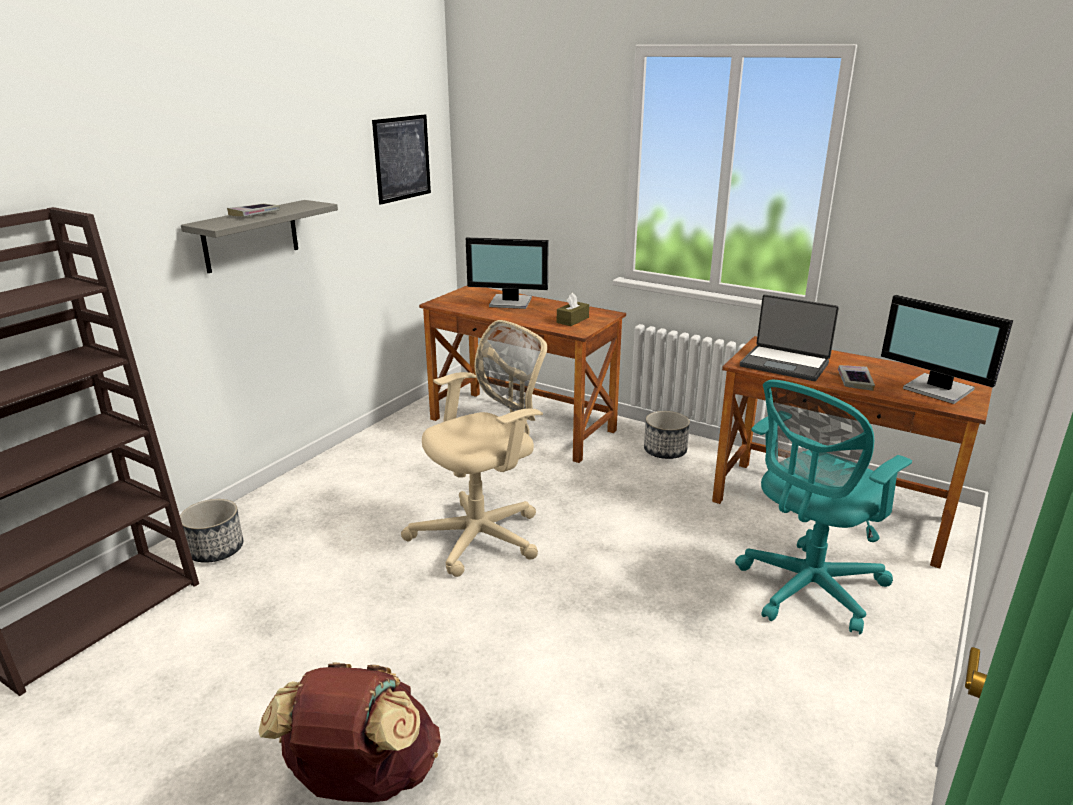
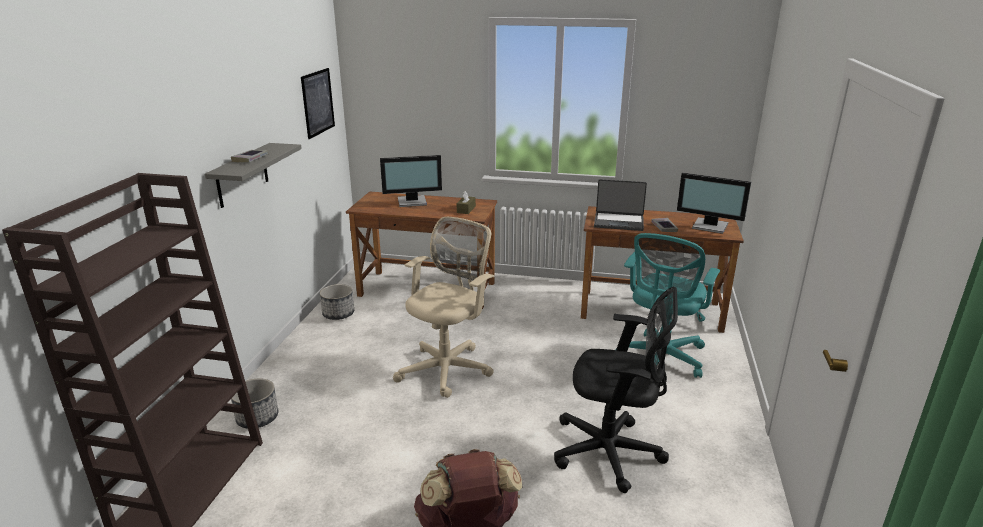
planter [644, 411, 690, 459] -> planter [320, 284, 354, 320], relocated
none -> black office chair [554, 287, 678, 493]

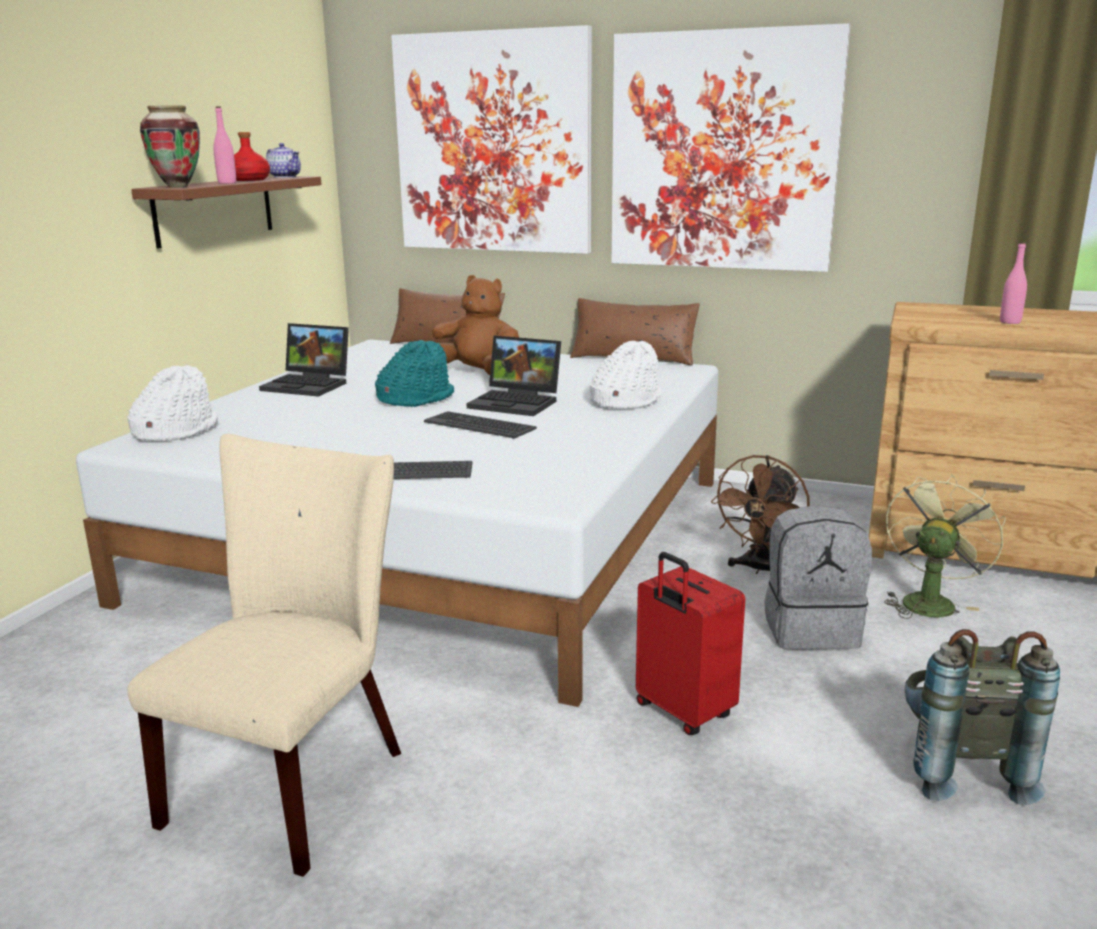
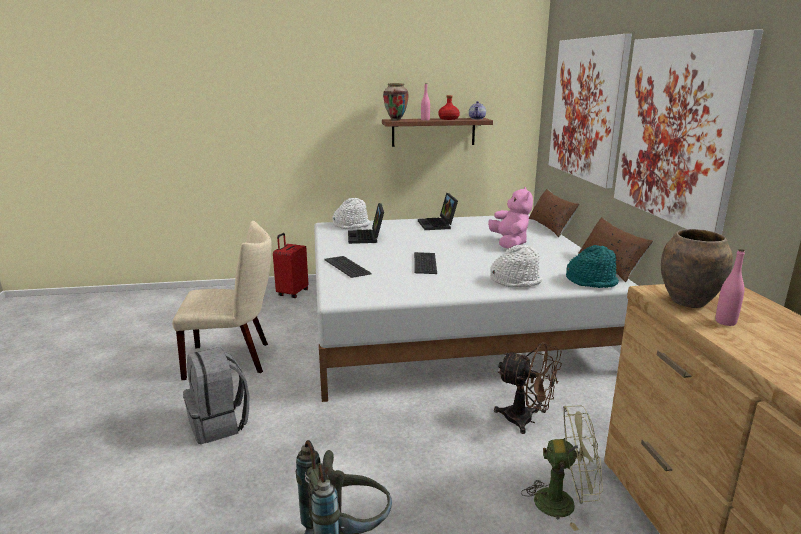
grey backpack [764, 505, 872, 649] -> grey backpack [183, 347, 249, 444], relocated
red suitcase [636, 552, 745, 735] -> red suitcase [273, 233, 308, 298], relocated
laptop [467, 336, 561, 416] -> laptop [348, 203, 384, 244], relocated
brown plush toy [432, 275, 519, 375] -> pink plush toy [488, 187, 533, 249]
brown fan [711, 455, 810, 574] -> brown fan [494, 342, 562, 434], 150 degrees counterclockwise
turquoise hat [375, 340, 454, 407] -> turquoise hat [566, 245, 619, 288], relocated
none -> brown vase [661, 229, 733, 308]

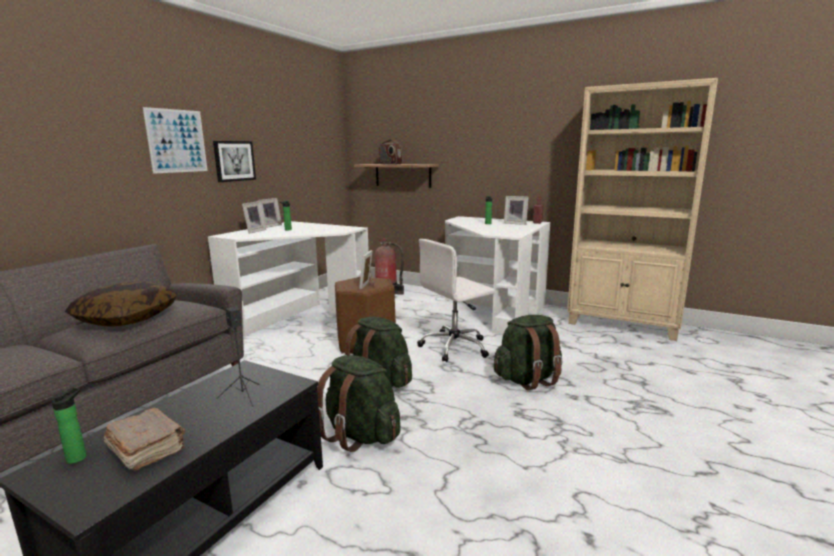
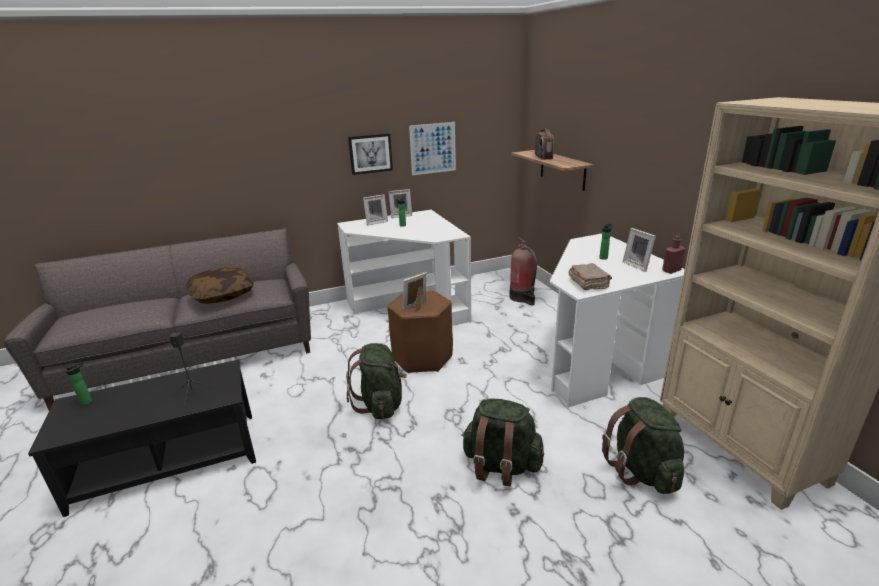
picture [143, 107, 208, 174] -> picture [409, 122, 456, 175], relocated
brown book [104, 408, 185, 471] -> brown book [569, 263, 612, 290], relocated
green backpack [317, 355, 401, 452] -> green backpack [602, 397, 684, 494], relocated
white office chair [417, 239, 495, 362] -> none

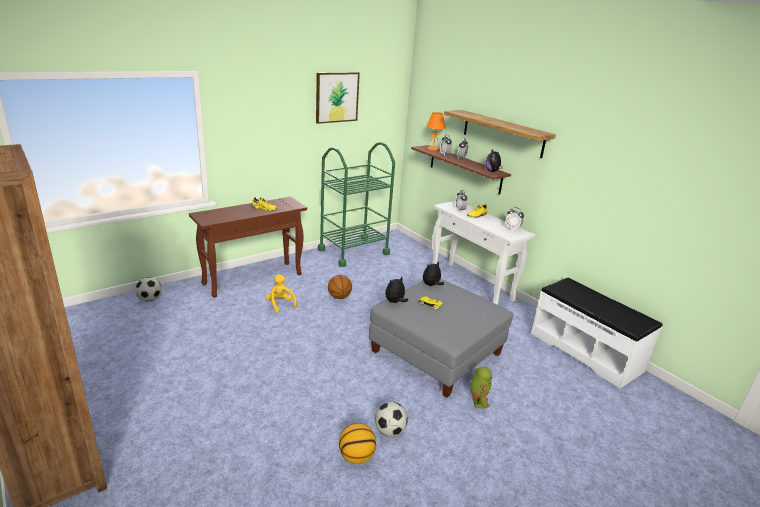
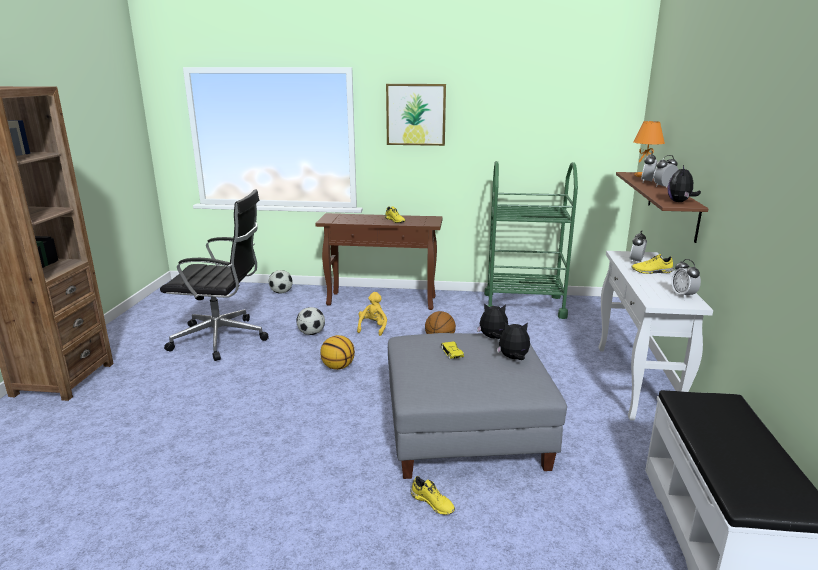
none -> black office chair [160, 190, 269, 361]
football [375, 402, 408, 437] -> football [296, 307, 325, 335], relocated
basketball [339, 423, 376, 464] -> basketball [321, 335, 355, 370], relocated
picture [316, 72, 360, 124] -> picture [386, 84, 446, 146], relocated
toy robot [470, 366, 492, 409] -> yellow shoe [410, 476, 455, 515]
plush toy [385, 277, 408, 303] -> plush toy [497, 321, 530, 360], relocated
shelf [444, 110, 556, 158] -> none

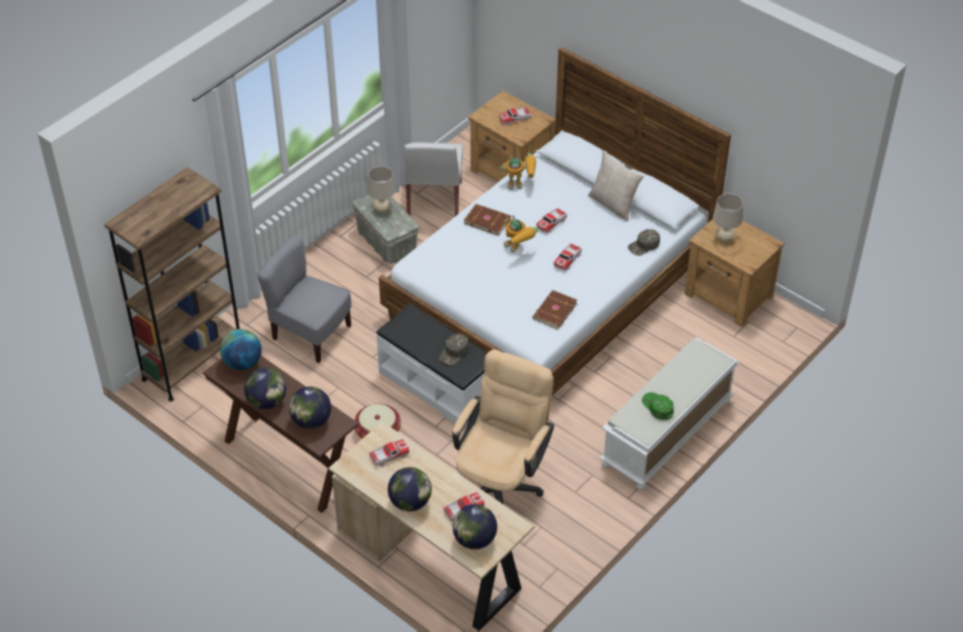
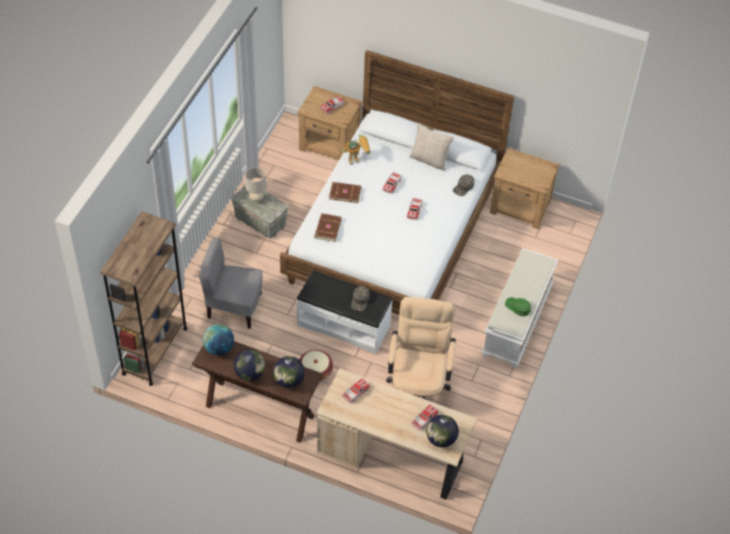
brown book [533, 290, 577, 329] -> brown book [314, 213, 342, 242], relocated
globe [388, 467, 432, 511] -> none
white chair [405, 142, 463, 216] -> none
toy robot [504, 215, 538, 253] -> none
beige table lamp [713, 194, 743, 243] -> none

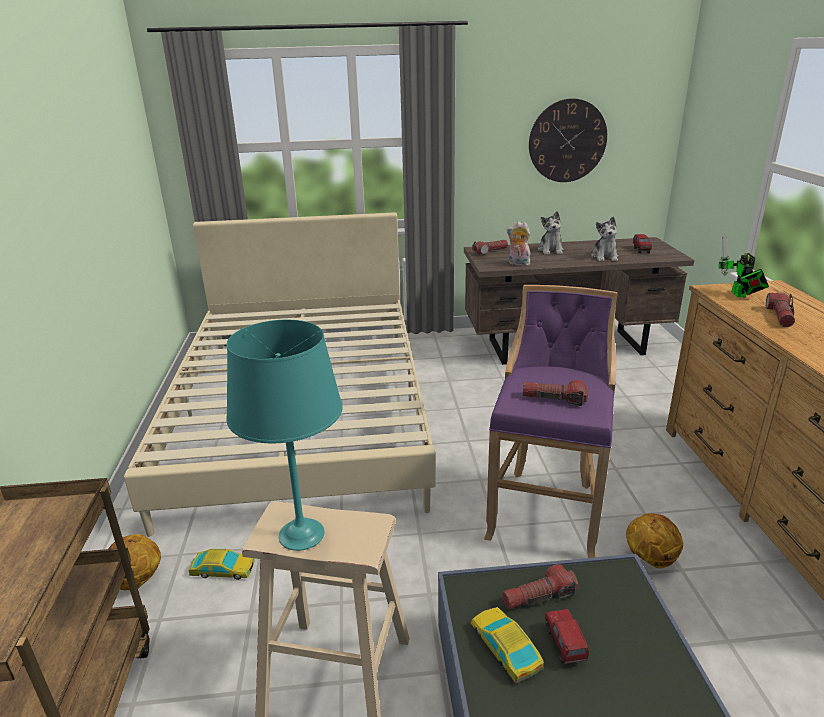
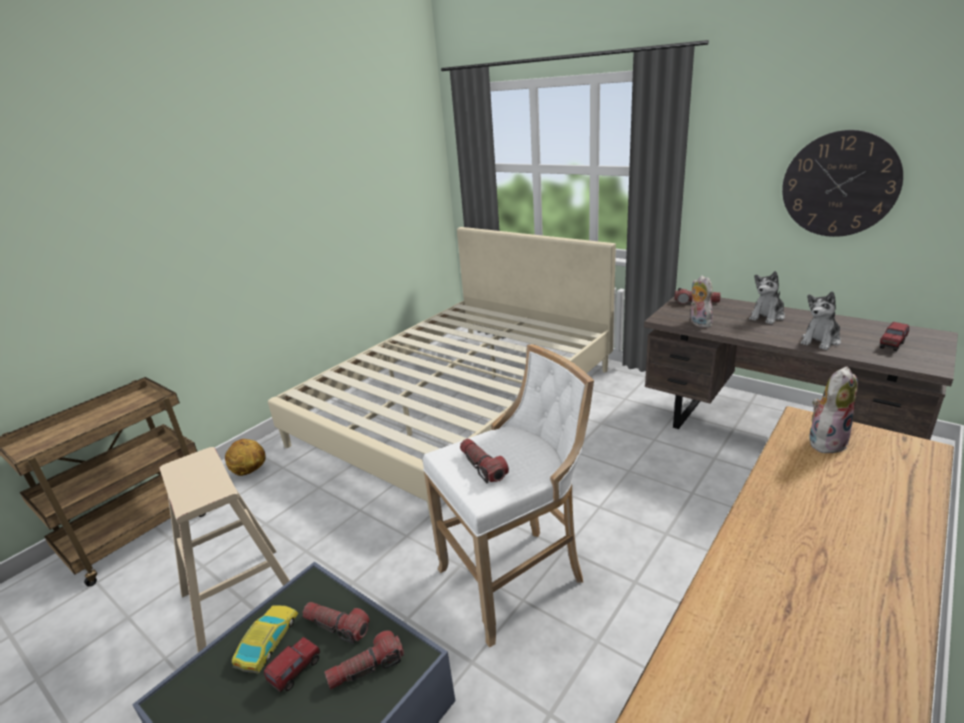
flashlight [765, 292, 795, 327] -> flashlight [324, 630, 404, 690], relocated
purple stool [484, 285, 618, 558] -> white stool [423, 344, 594, 648]
toy robot [718, 234, 769, 297] -> plush toy [809, 366, 858, 454]
toy car [189, 549, 255, 580] -> none
turquoise table lamp [227, 320, 343, 551] -> none
basketball [626, 513, 683, 568] -> none

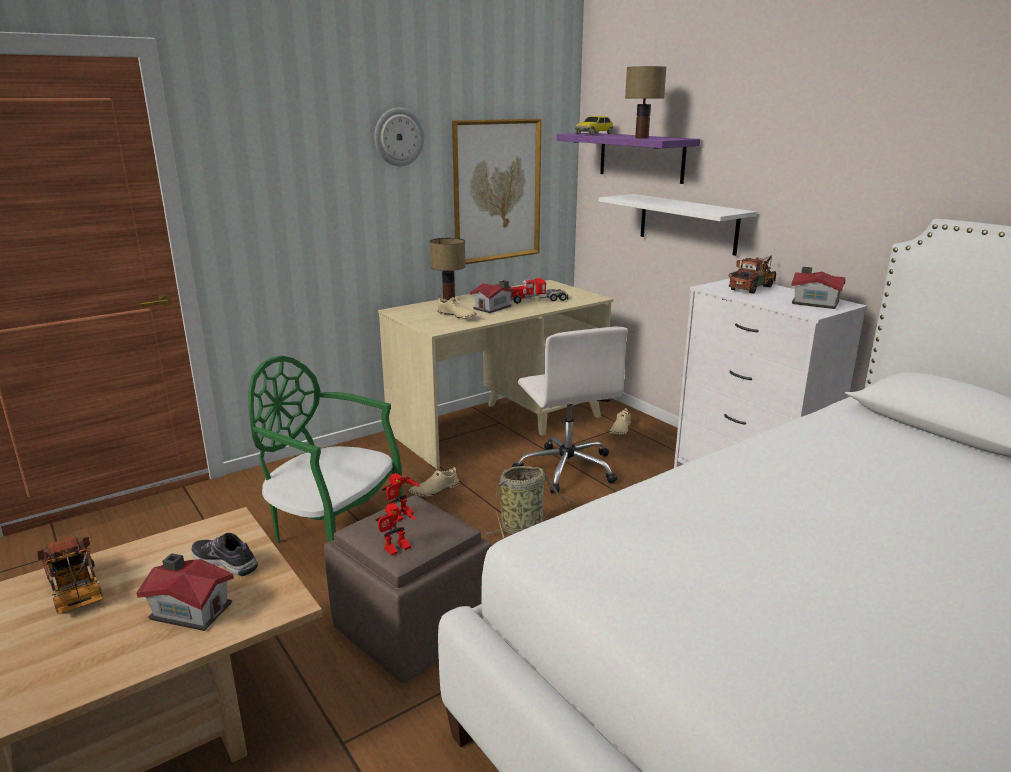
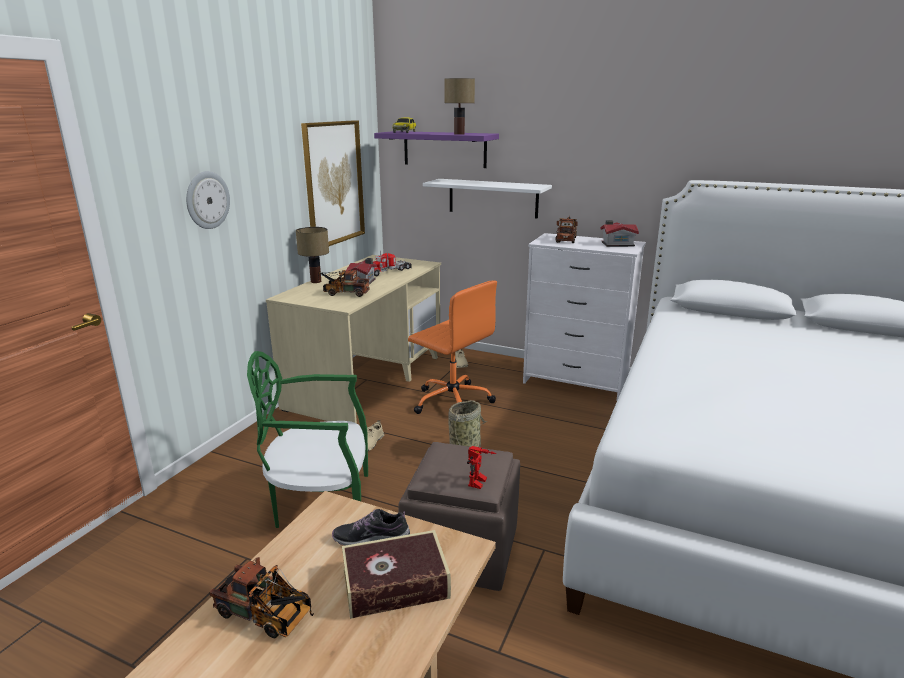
wall clock [374, 107, 425, 166] -> wall clock [186, 171, 230, 229], relocated
beige shoe [437, 296, 477, 319] -> toy truck [318, 270, 370, 297]
toy house [137, 553, 234, 631] -> book [342, 530, 451, 619]
white office chair [512, 327, 628, 494] -> orange office chair [408, 280, 497, 414]
toy robot [382, 473, 420, 522] -> none

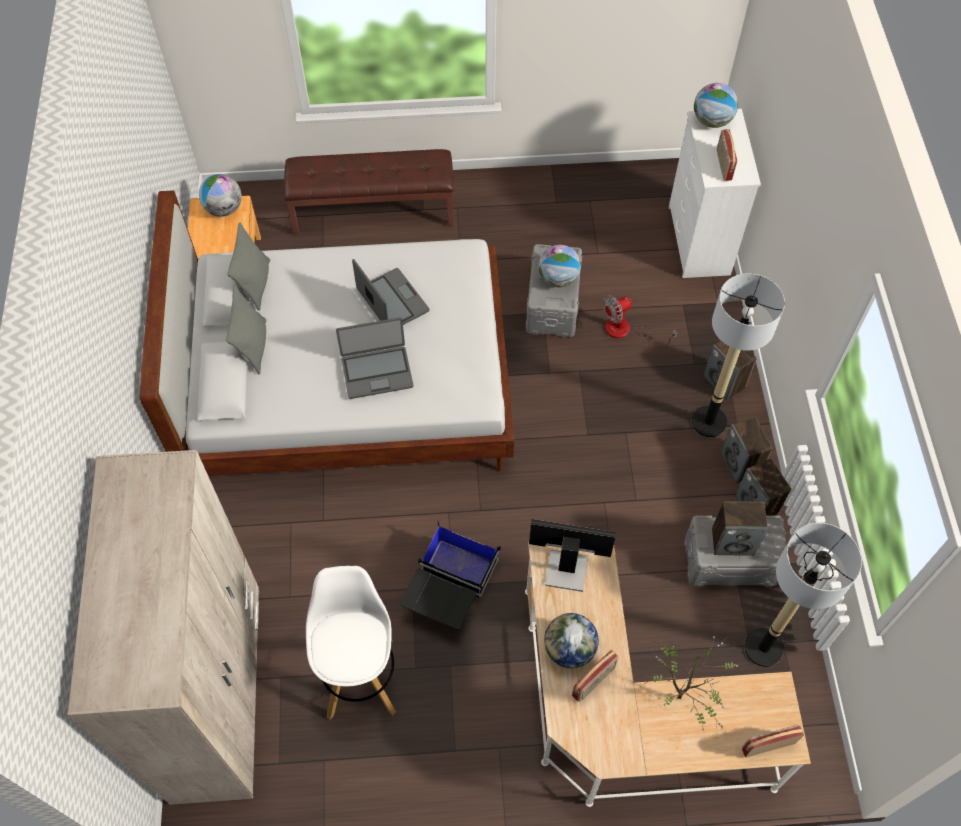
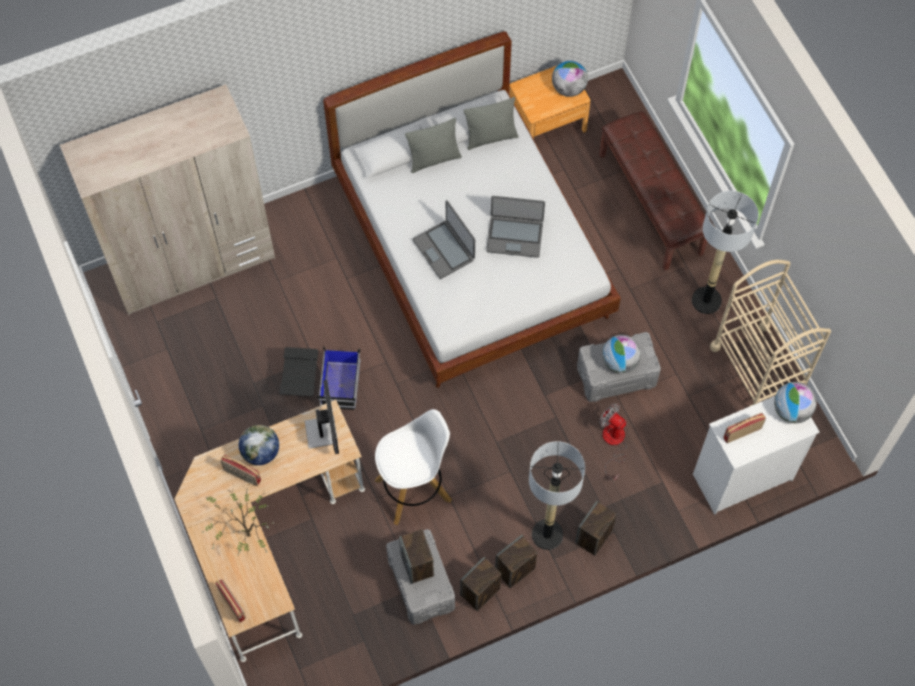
white stool [306, 566, 396, 720] -> white stool [375, 409, 452, 525], relocated
laptop [352, 259, 429, 325] -> laptop [486, 196, 545, 258], 60 degrees clockwise
floor lamp [744, 523, 862, 667] -> floor lamp [692, 191, 759, 314], relocated
none -> beige cart [710, 260, 831, 407]

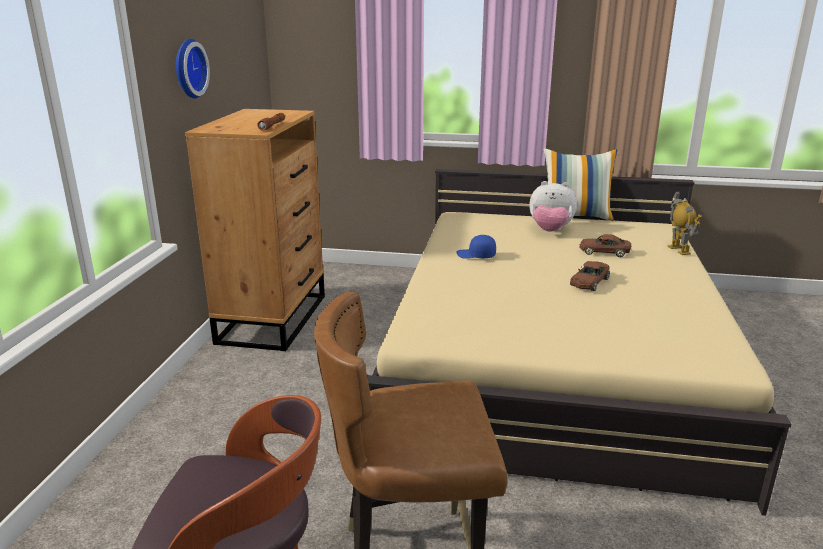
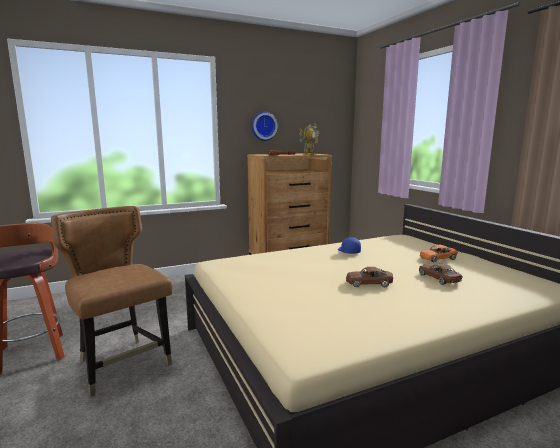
toy robot [667, 191, 701, 255] -> toy robot [299, 123, 320, 155], relocated
plush toy [529, 181, 577, 232] -> orange toy car [420, 245, 458, 262]
pillow [544, 149, 617, 221] -> none

